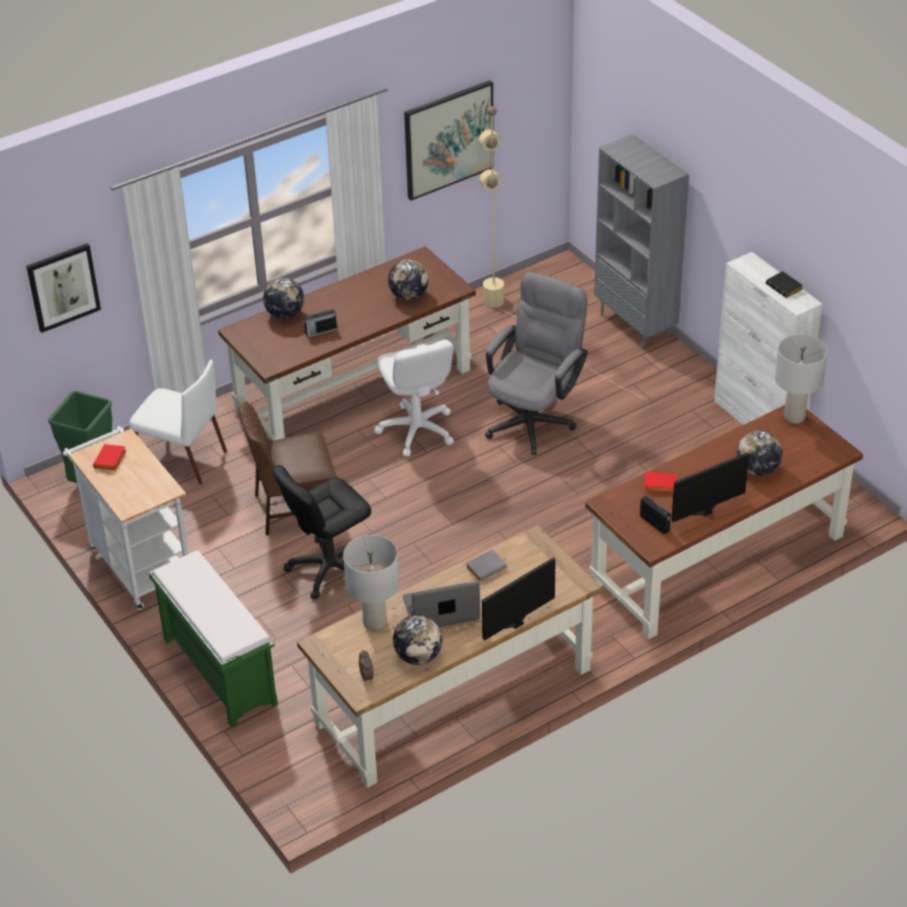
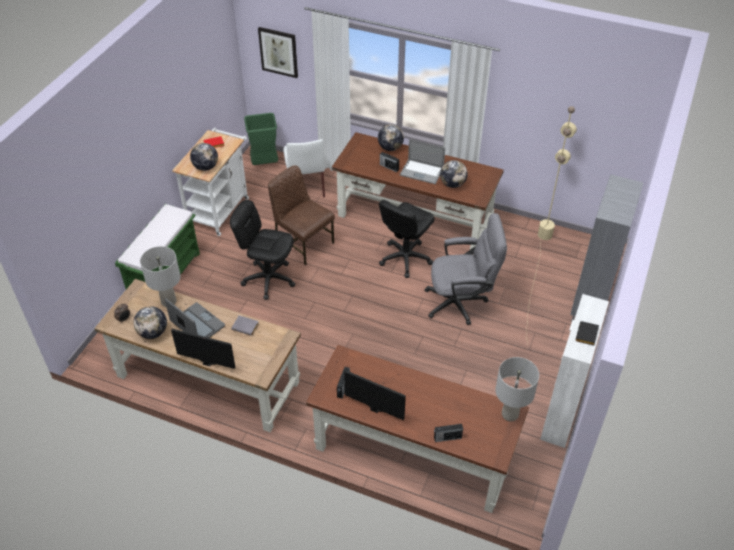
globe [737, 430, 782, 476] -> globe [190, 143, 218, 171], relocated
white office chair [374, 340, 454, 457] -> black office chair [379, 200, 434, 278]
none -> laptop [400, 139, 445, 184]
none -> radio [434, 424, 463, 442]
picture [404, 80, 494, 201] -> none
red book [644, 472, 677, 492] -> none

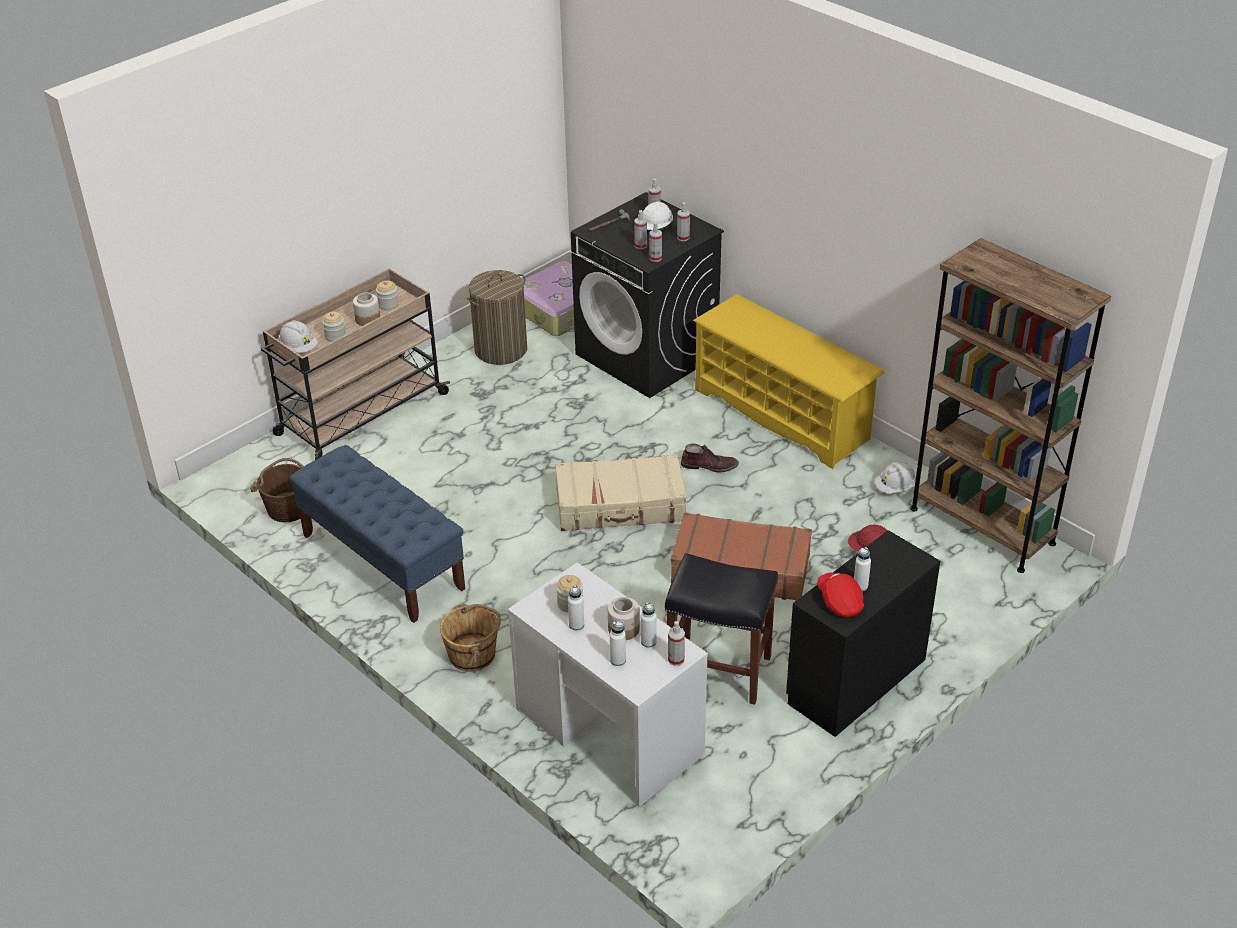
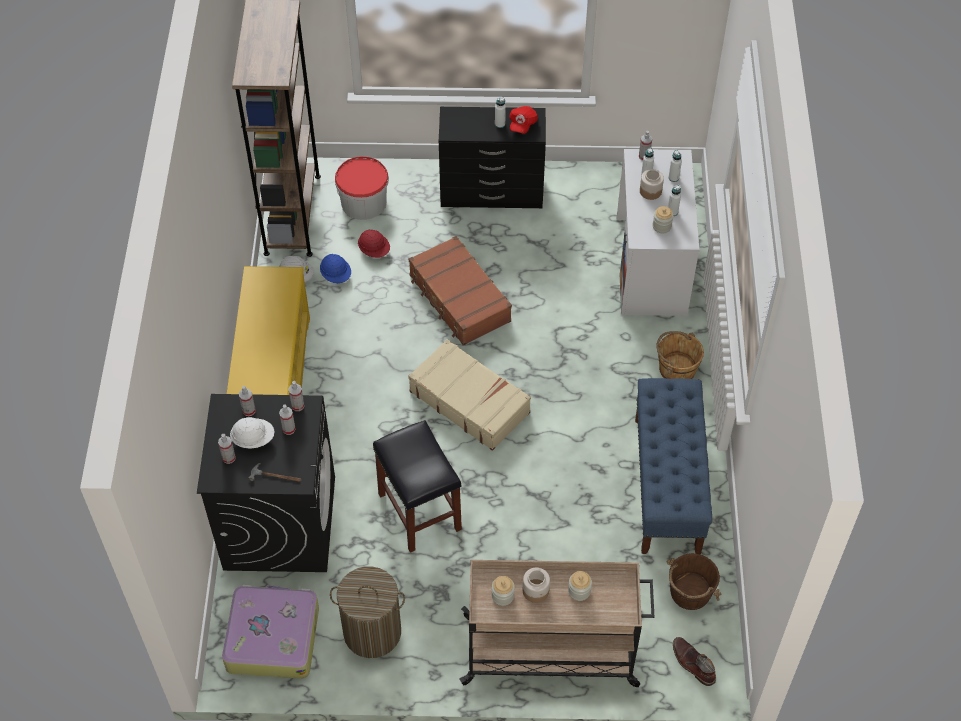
none -> blue hard hat [320, 254, 351, 283]
none -> bucket [335, 156, 389, 220]
black stool [665, 553, 778, 705] -> black stool [373, 420, 462, 553], relocated
brown boot [681, 444, 739, 472] -> brown boot [673, 637, 716, 686], relocated
white hard hat [278, 320, 318, 353] -> none

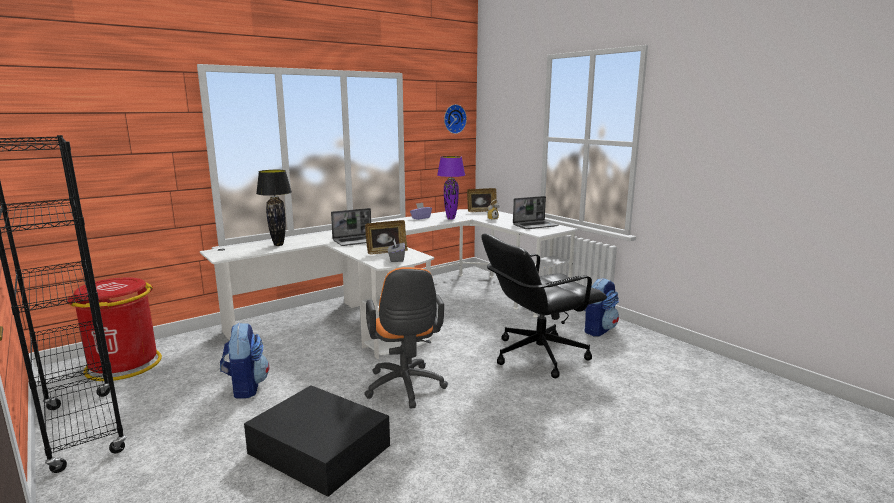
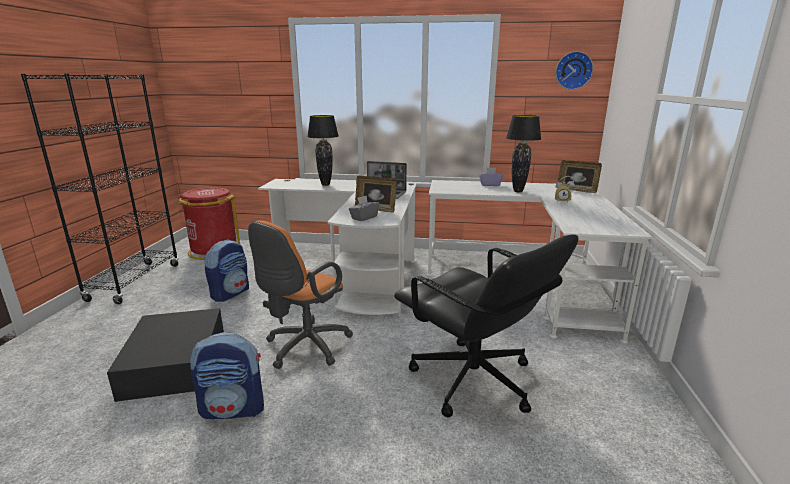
backpack [584, 278, 619, 336] -> backpack [190, 332, 264, 419], relocated
black office chair [482, 233, 607, 378] -> black office chair [394, 234, 578, 417], 150 degrees counterclockwise
purple table lamp [437, 156, 465, 220] -> black table lamp [506, 115, 541, 192]
laptop [513, 196, 559, 229] -> none

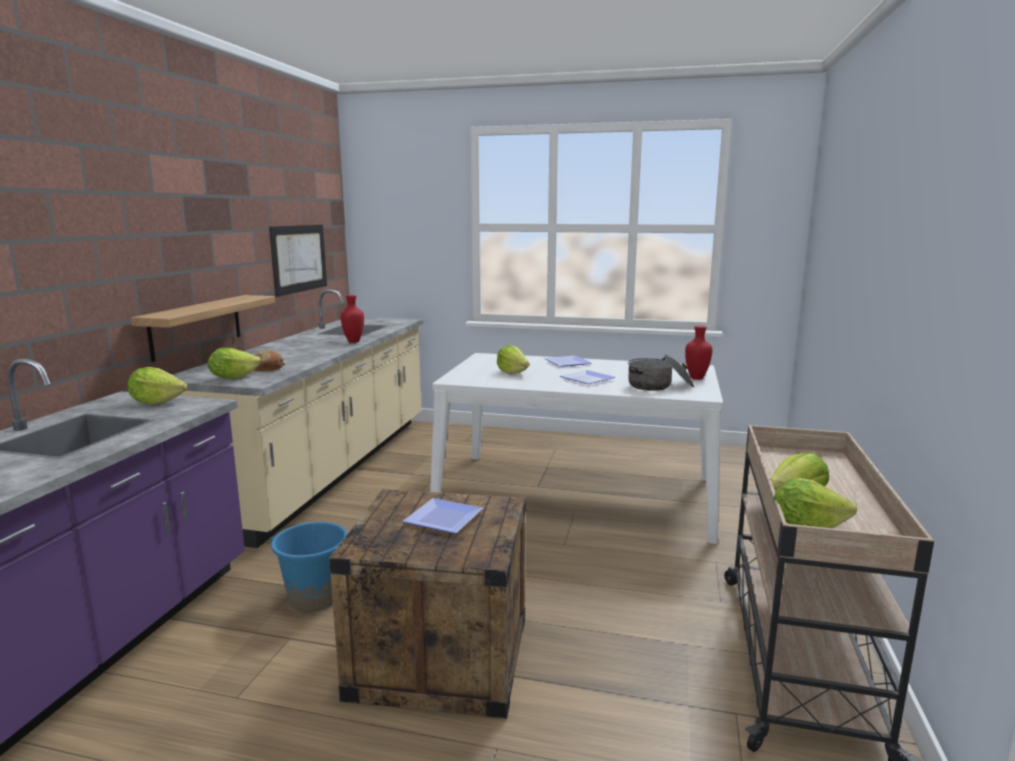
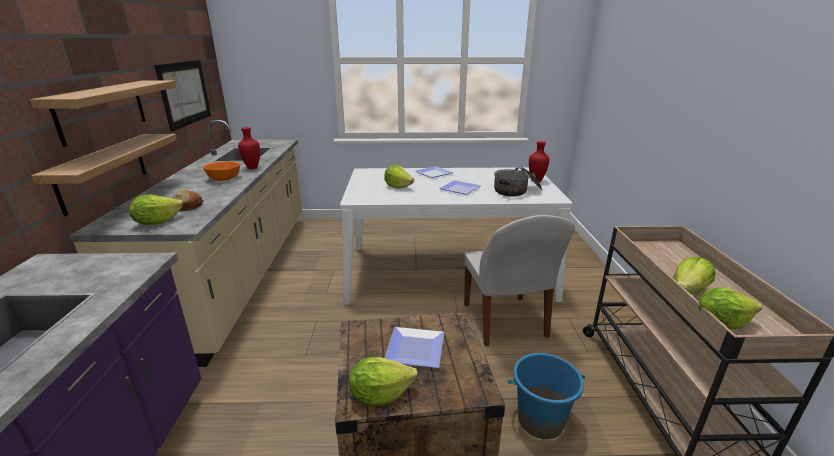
none -> shelf [30, 80, 176, 147]
none -> orange bowl [203, 161, 240, 181]
lettuce [127, 367, 187, 404] -> lettuce [349, 357, 418, 406], relocated
none -> white chair [464, 215, 575, 346]
blue bucket [270, 522, 347, 612] -> blue bucket [508, 353, 585, 439], relocated

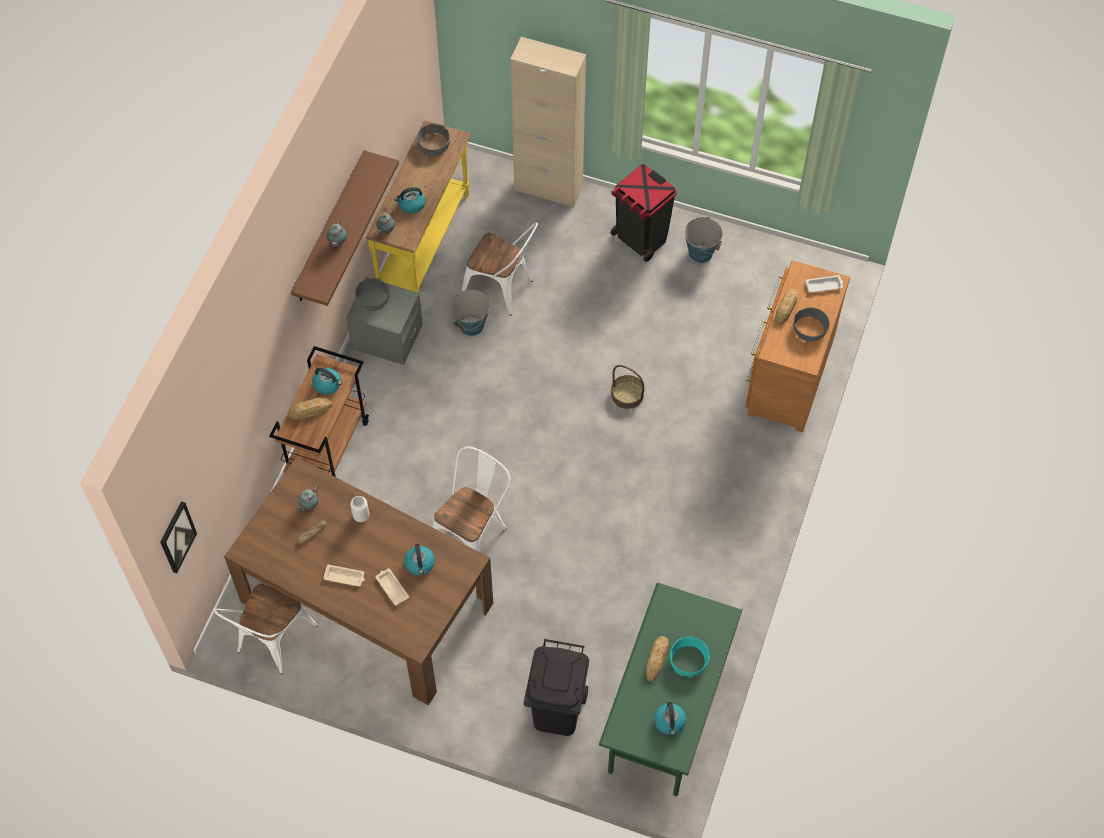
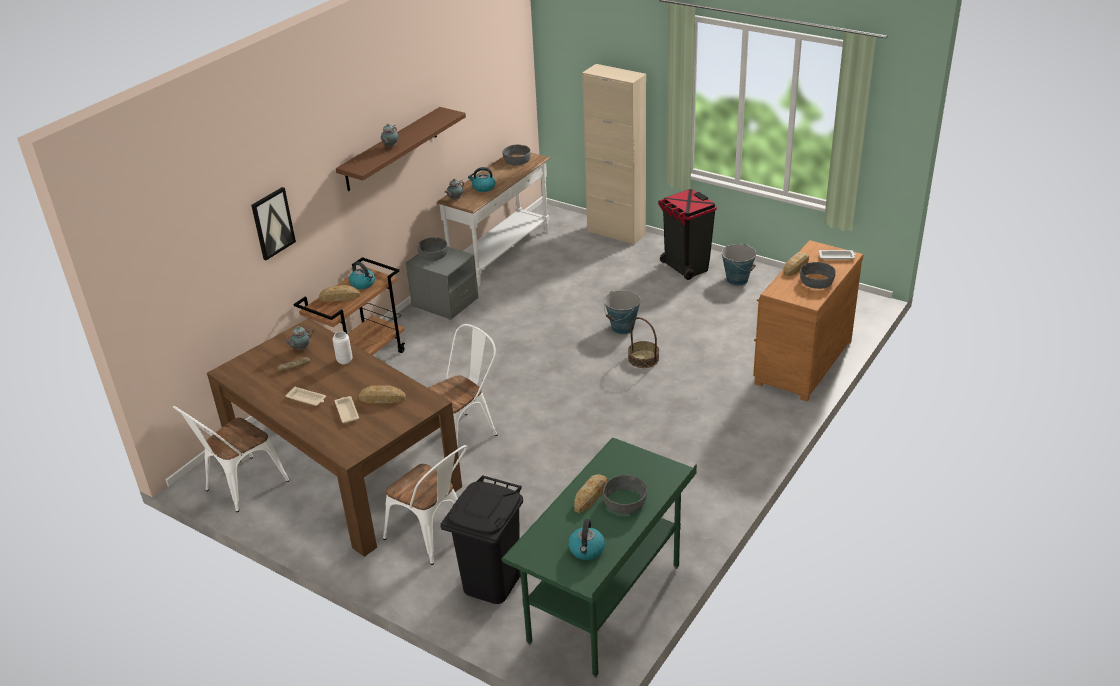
picture [160, 501, 197, 573] -> picture [251, 187, 296, 260], relocated
kettle [404, 544, 435, 575] -> bread [359, 385, 406, 403]
white chair [462, 222, 538, 315] -> white chair [383, 445, 468, 565], relocated
yellow console table [366, 120, 472, 293] -> white console table [437, 152, 550, 286]
turquoise bowl [670, 637, 709, 676] -> grey bowl [603, 475, 647, 514]
bucket [450, 290, 490, 336] -> bucket [604, 290, 641, 334], relocated

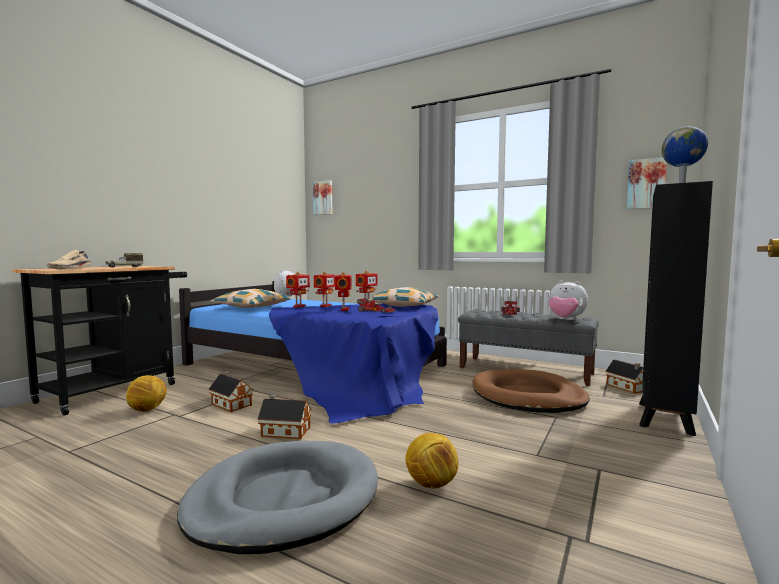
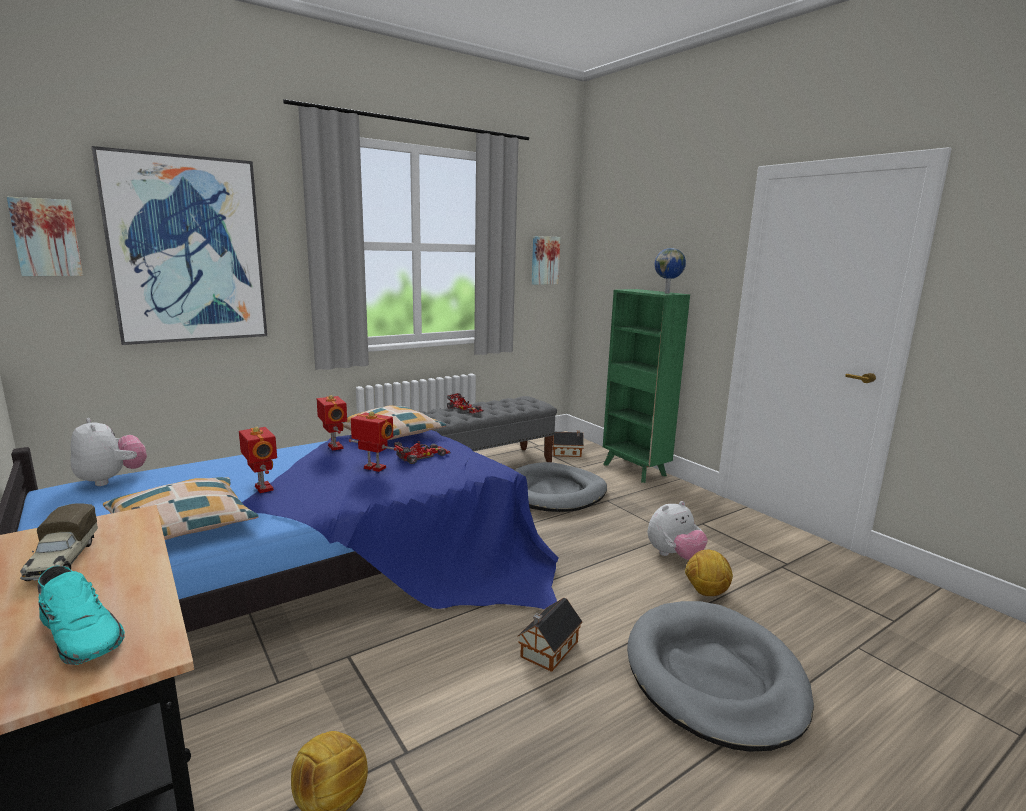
beige shoe [47, 250, 92, 269] -> turquoise shoe [37, 566, 125, 665]
none -> picture [92, 146, 267, 345]
brown dog bed [473, 369, 590, 413] -> grey dog bed [515, 462, 607, 512]
black bookcase [639, 181, 713, 436] -> green bookcase [603, 289, 690, 483]
plush toy [548, 280, 588, 320] -> plush toy [648, 501, 708, 560], relocated
toy house [208, 371, 253, 412] -> none
toy robot [314, 271, 335, 307] -> none

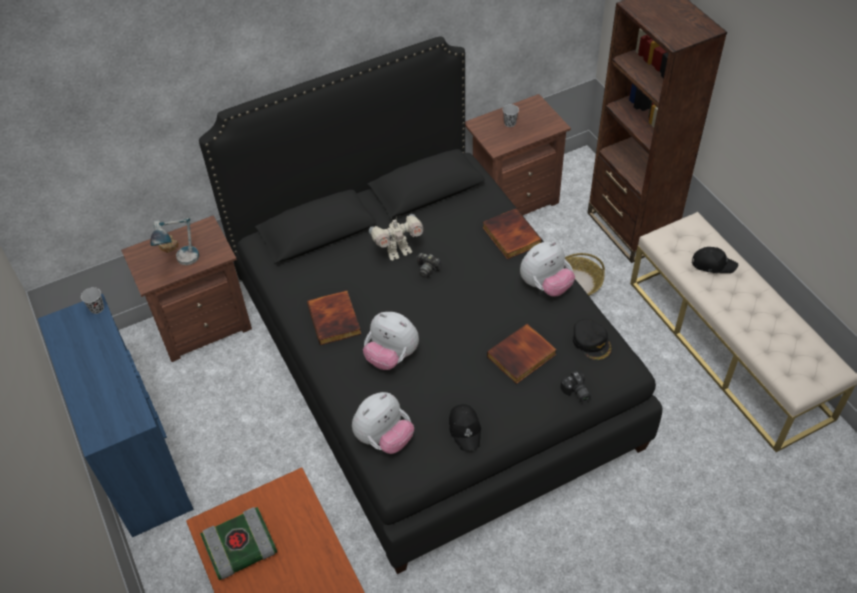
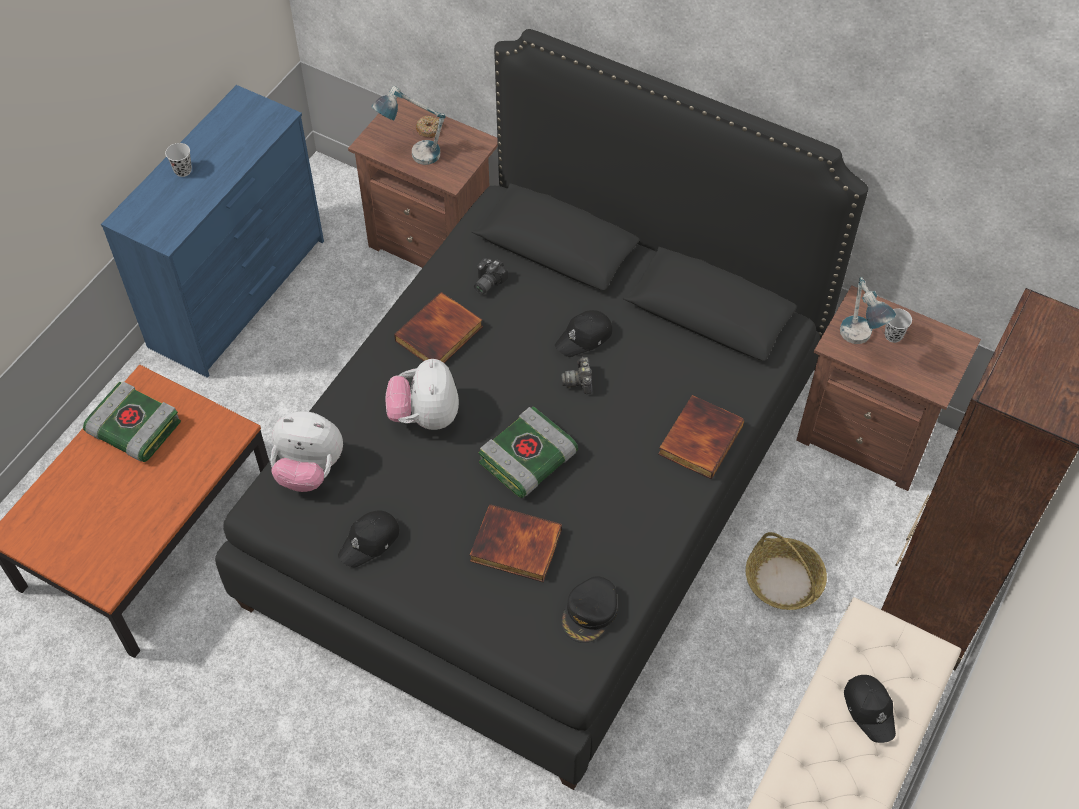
black cup [81, 287, 104, 314] -> black cup [165, 143, 192, 177], relocated
photo camera [560, 371, 591, 403] -> photo camera [474, 258, 508, 295], relocated
none -> book [478, 406, 578, 498]
toy robot [369, 214, 423, 261] -> black cap [555, 310, 612, 357]
none -> table lamp [840, 277, 896, 344]
plush toy [520, 241, 575, 297] -> none

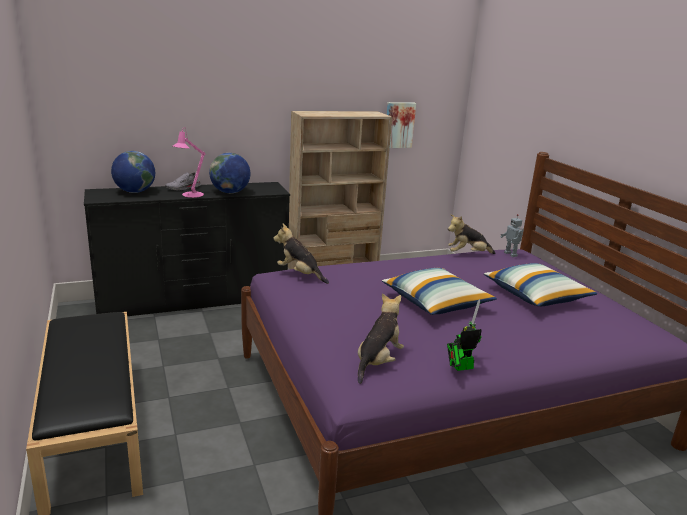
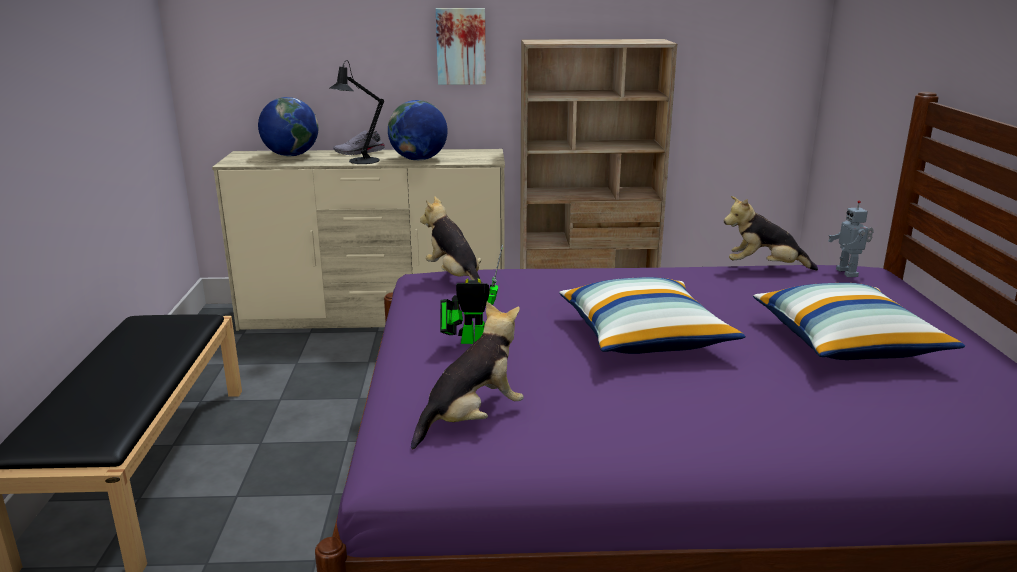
black dresser [84, 182, 290, 316] -> beige dresser [212, 149, 505, 331]
pink table lamp [173, 127, 205, 198] -> black table lamp [330, 60, 384, 164]
picture [387, 102, 416, 148] -> picture [436, 8, 486, 85], relocated
toy robot [447, 299, 482, 371] -> toy robot [440, 244, 503, 344], relocated

